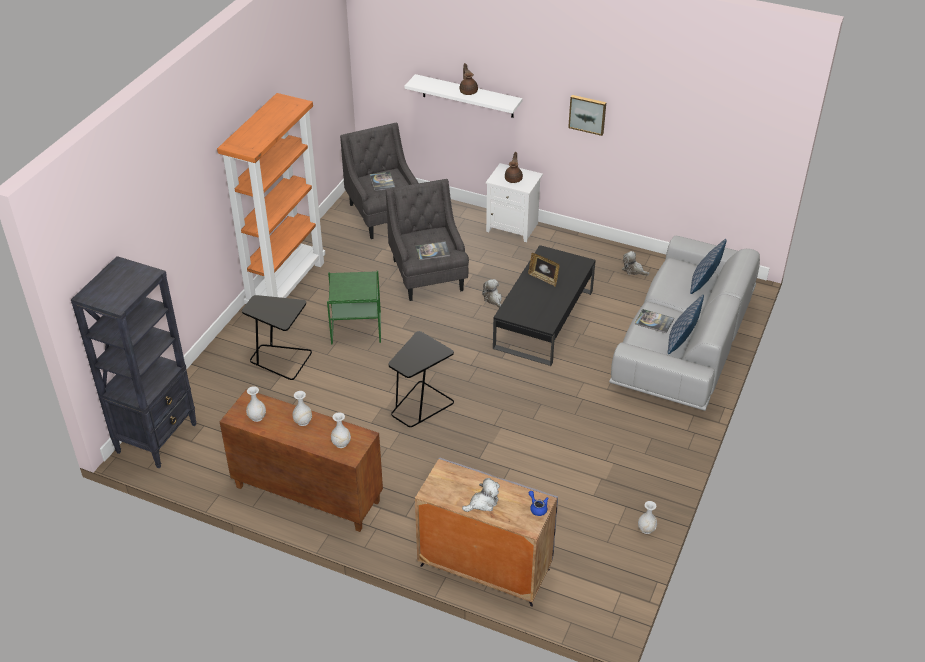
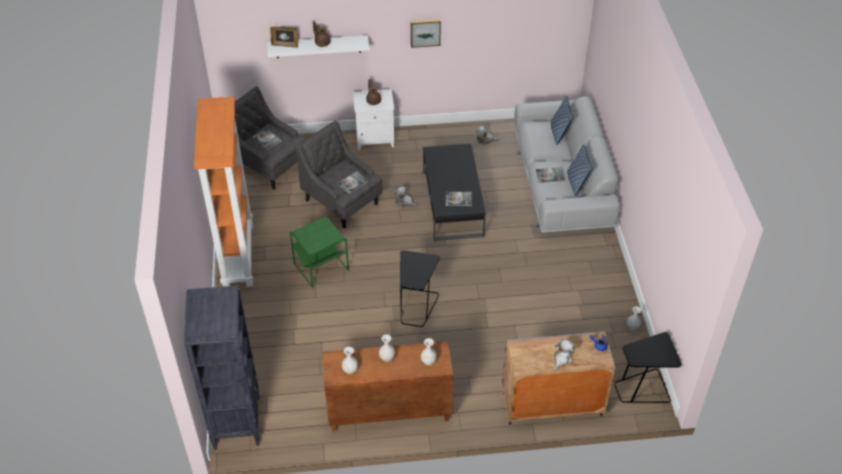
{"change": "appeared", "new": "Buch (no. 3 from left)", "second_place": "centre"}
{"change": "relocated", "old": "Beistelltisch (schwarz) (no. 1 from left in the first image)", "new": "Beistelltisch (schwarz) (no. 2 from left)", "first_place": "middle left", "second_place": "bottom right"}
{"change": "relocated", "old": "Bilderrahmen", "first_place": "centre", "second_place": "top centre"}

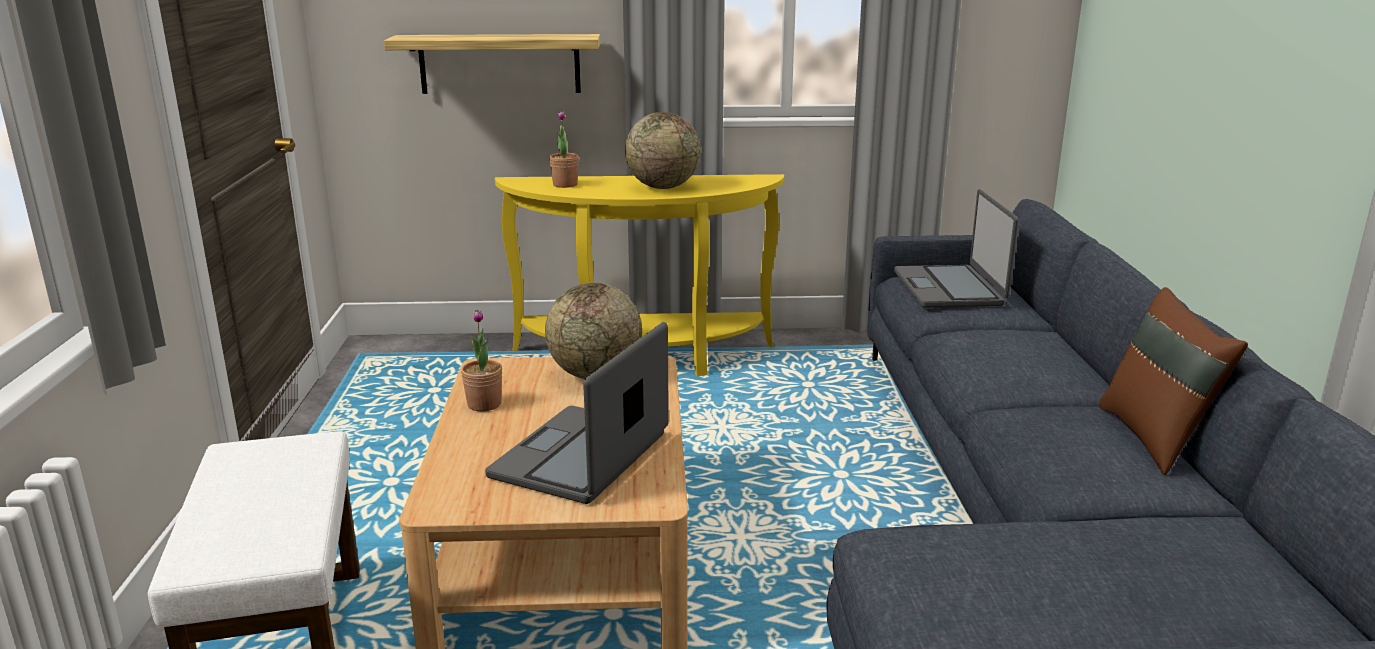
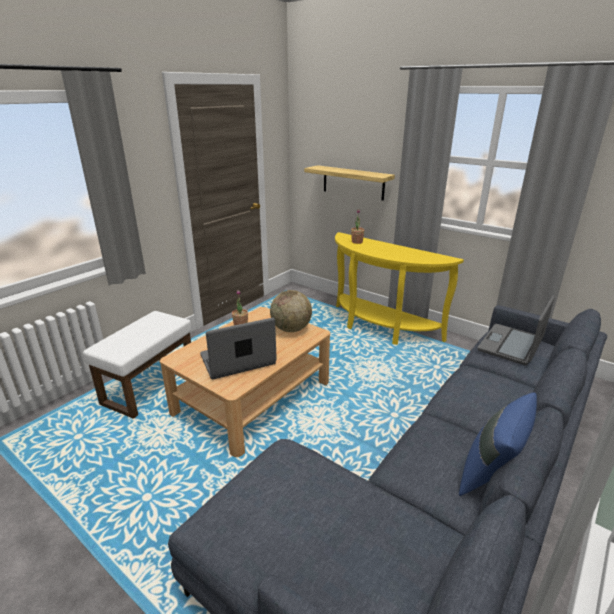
{"change": "missing", "old": "Globus (no. 2 from left)", "first_place": "top centre"}
{"change": "colour", "old": "Kissen (braun)", "new": "Kissen (blau)", "first_place": "middle right", "second_place": "bottom right"}

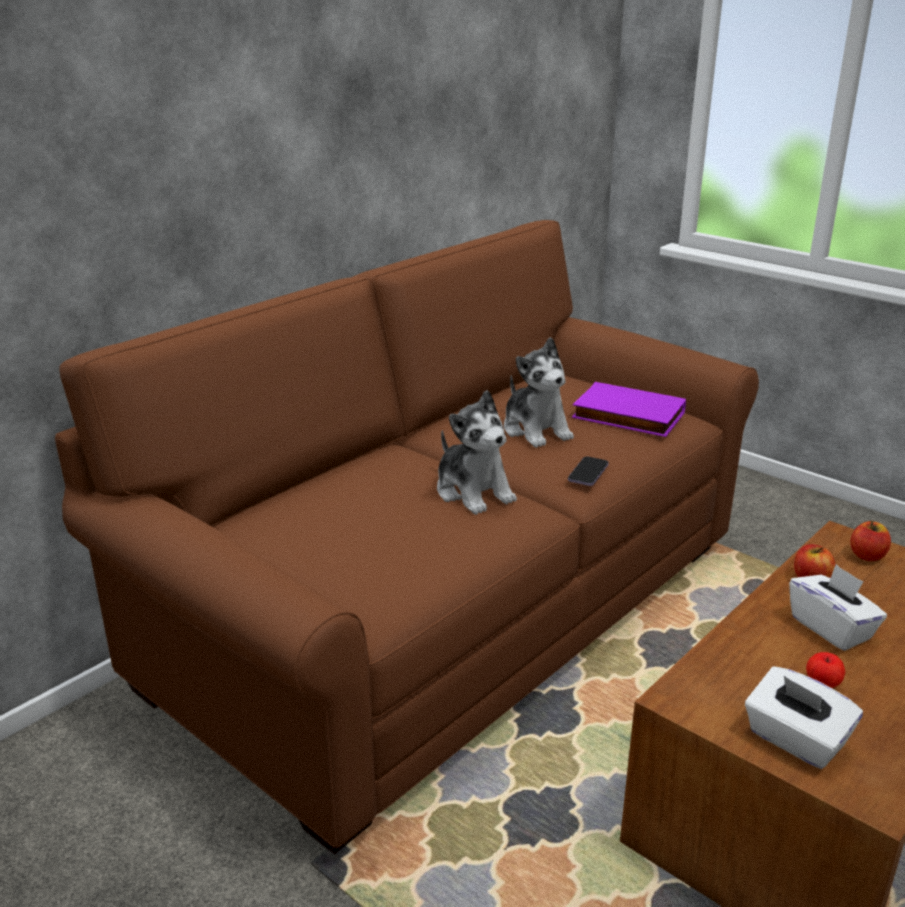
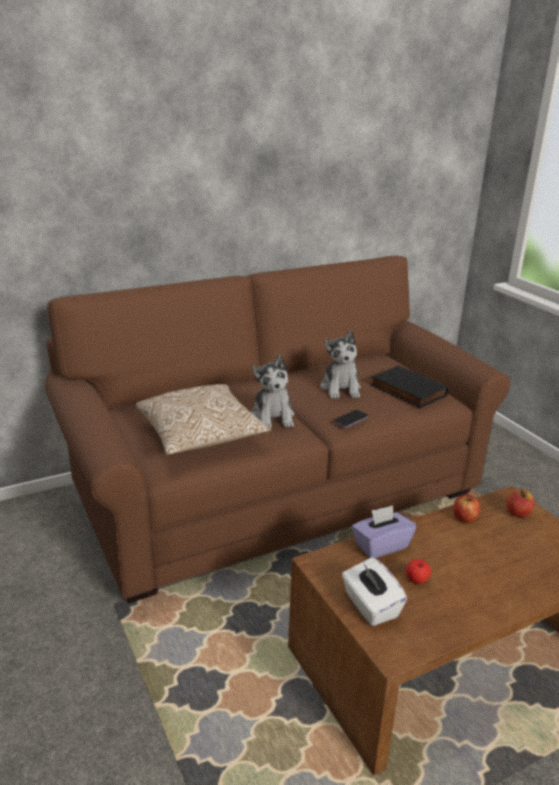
{"change": "missing", "old": "Taschentuchbox (weiß) (no. 2 from left)", "first_place": "bottom right"}
{"change": "appeared", "new": "Kissen", "second_place": "centre"}
{"change": "appeared", "new": "Taschentuchbox (lila)", "second_place": "bottom right"}
{"change": "colour", "old": "Buch (lila)", "new": "Buch (schwarz)", "first_place": "middle right", "second_place": "middle right"}

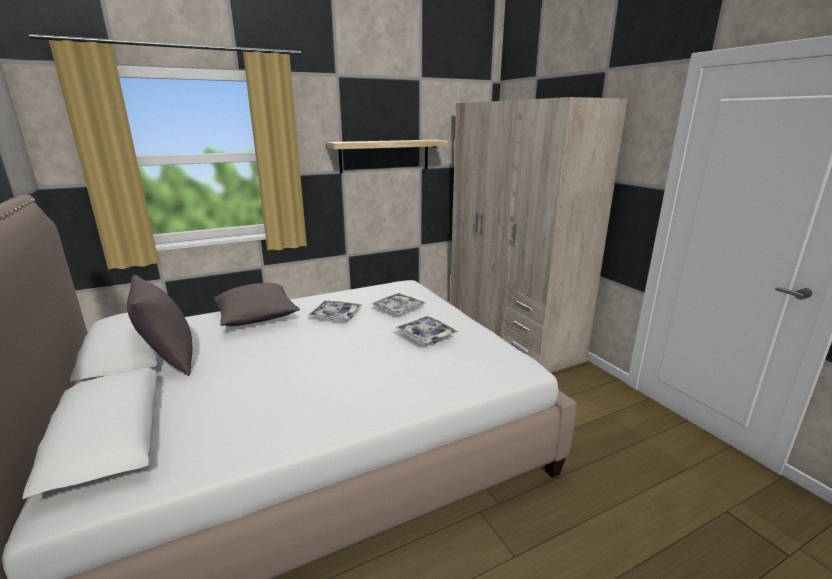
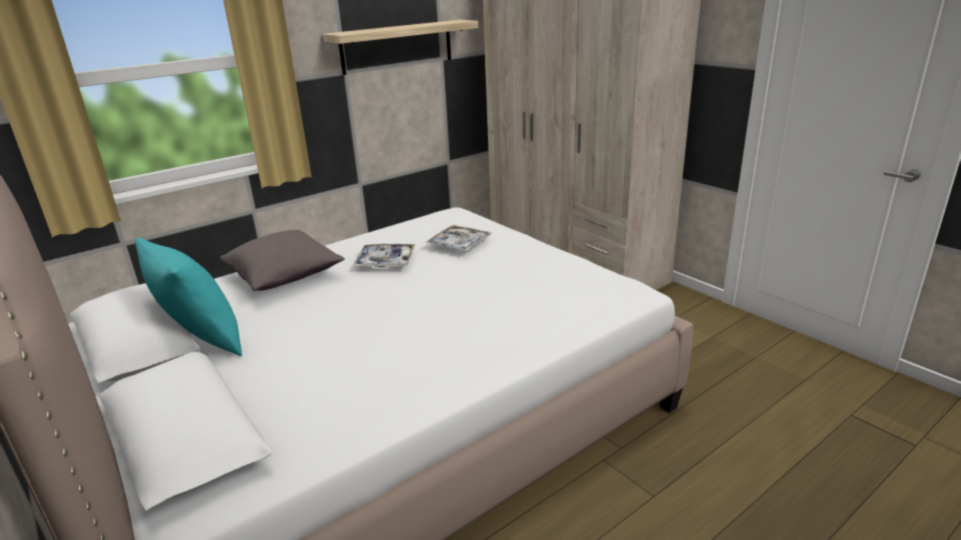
{"change": "missing", "old": "Tablett (no. 3 from left)", "first_place": "centre"}
{"change": "colour", "old": "Kissen (grau) (no. 1 from left)", "new": "Kissen (türkis)", "first_place": "middle left", "second_place": "middle left"}

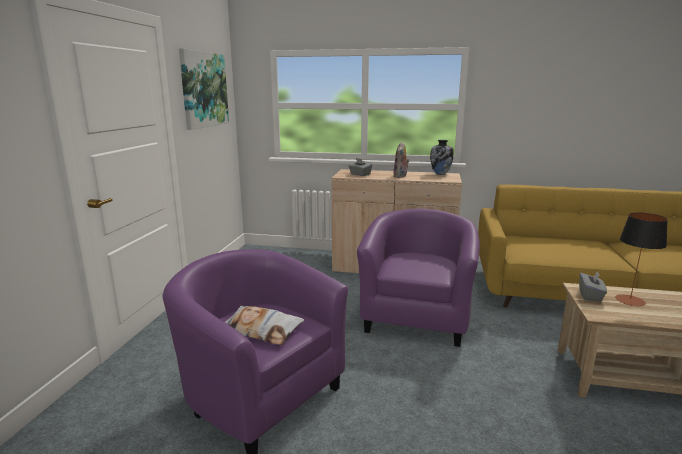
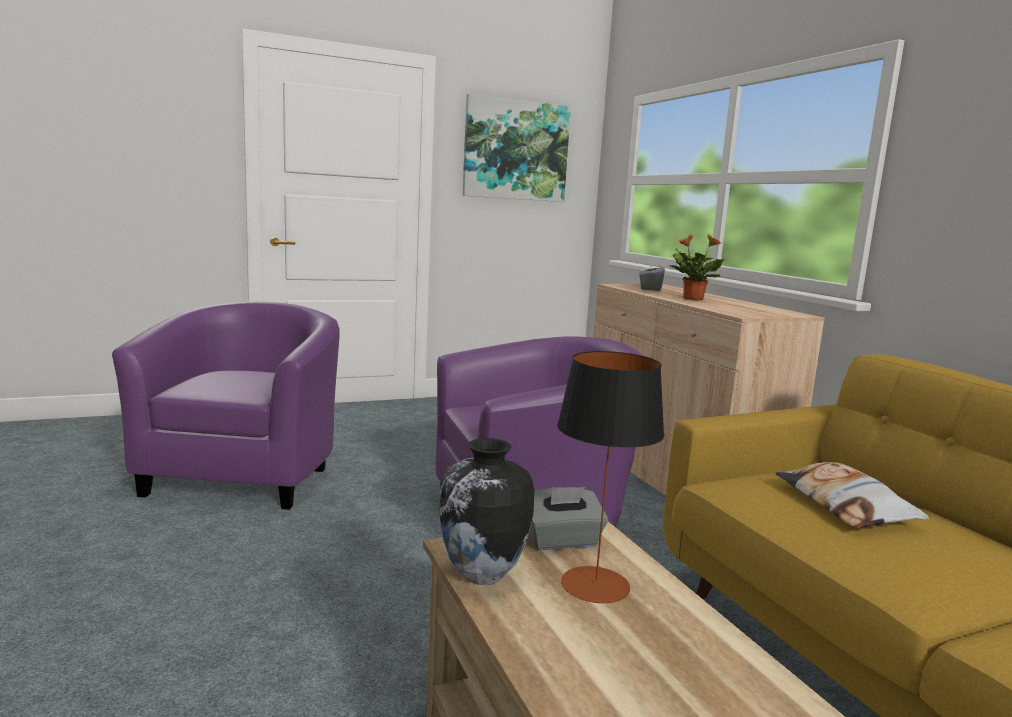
{"change": "relocated", "old": "Kissen", "first_place": "bottom centre", "second_place": "bottom right"}
{"change": "relocated", "old": "Vase", "first_place": "centre", "second_place": "bottom centre"}
{"change": "exchanged", "old": "Plüschtier", "new": "Topfpflanze", "first_place": "centre", "second_place": "middle right"}

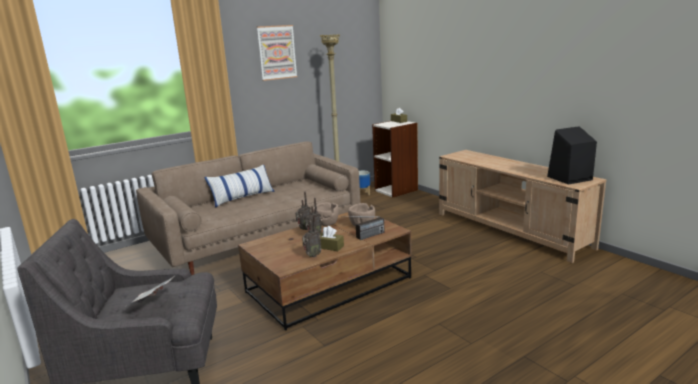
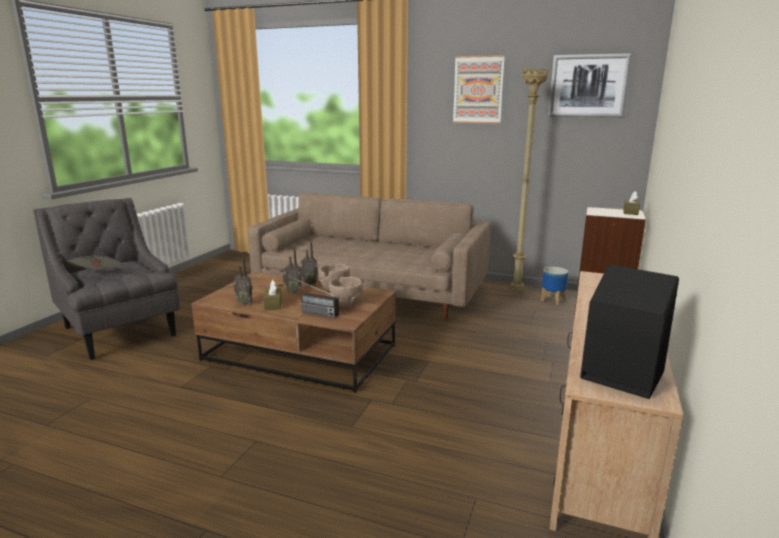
{"change": "missing", "old": "Kissen", "first_place": "centre"}
{"change": "appeared", "new": "Bild (no. 2 from left)", "second_place": "top right"}

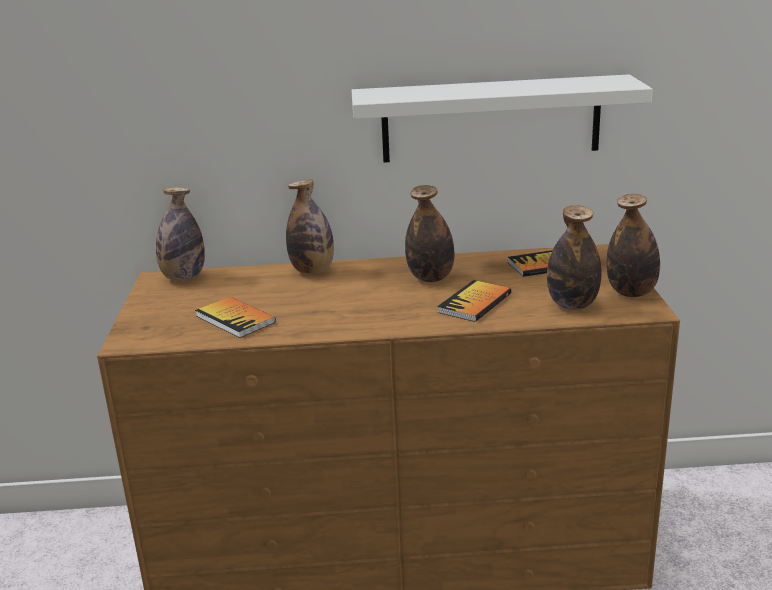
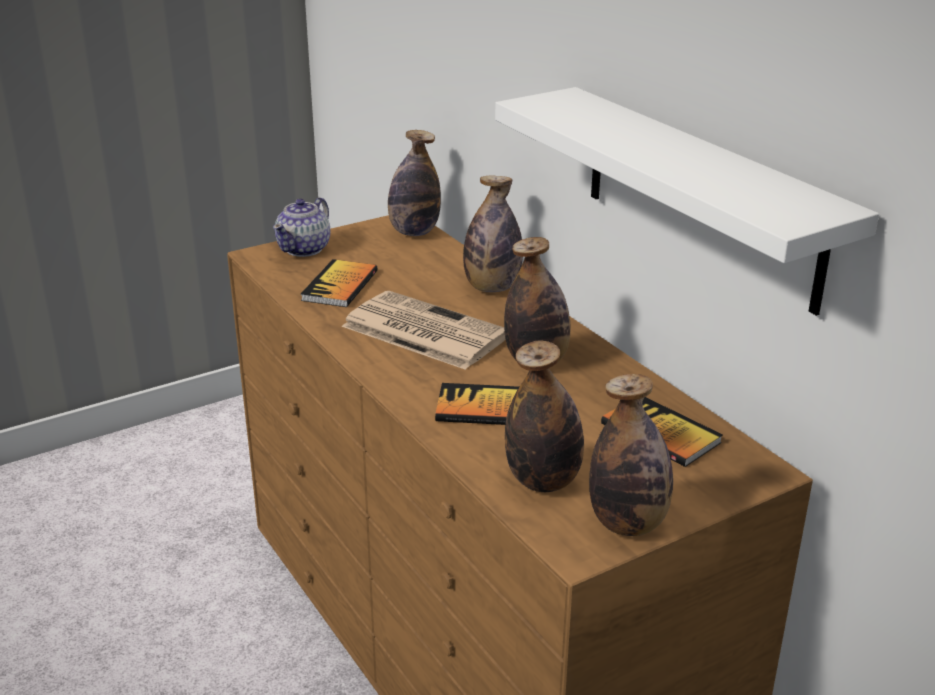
{"change": "appeared", "new": "Teekanne", "second_place": "top left"}
{"change": "appeared", "new": "Zeitung", "second_place": "centre"}

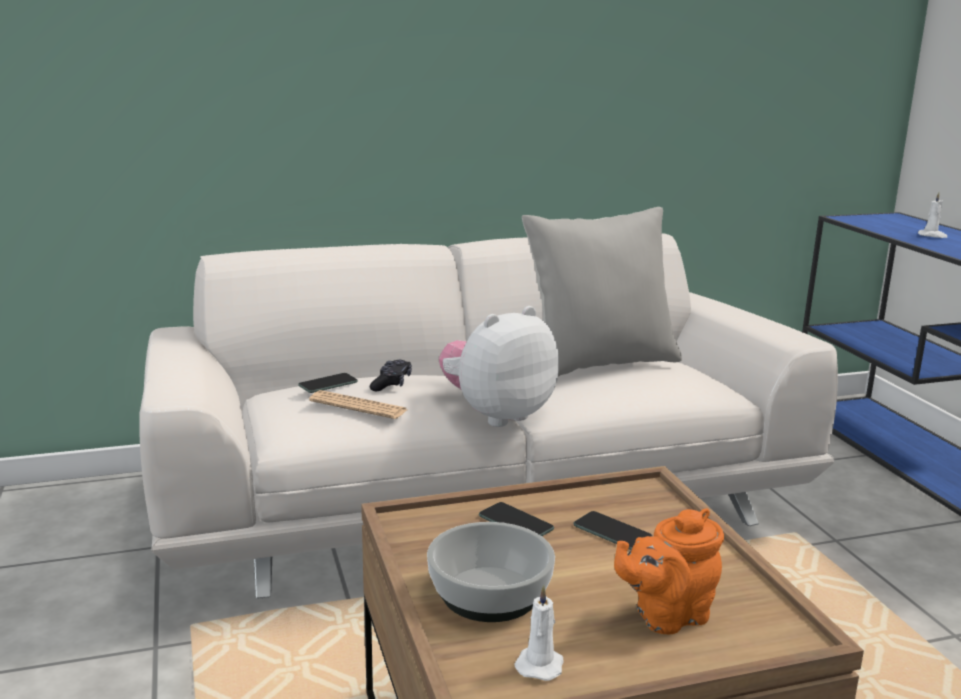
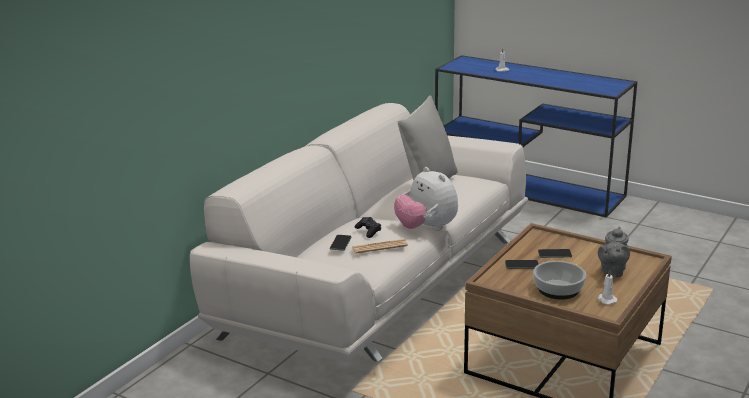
{"change": "colour", "old": "Teekanne (orange)", "new": "Teekanne (grau)", "first_place": "bottom right", "second_place": "middle right"}
{"change": "spun", "old": "Plüschtier", "first_place": "centre", "second_place": "centre", "degrees": -45}

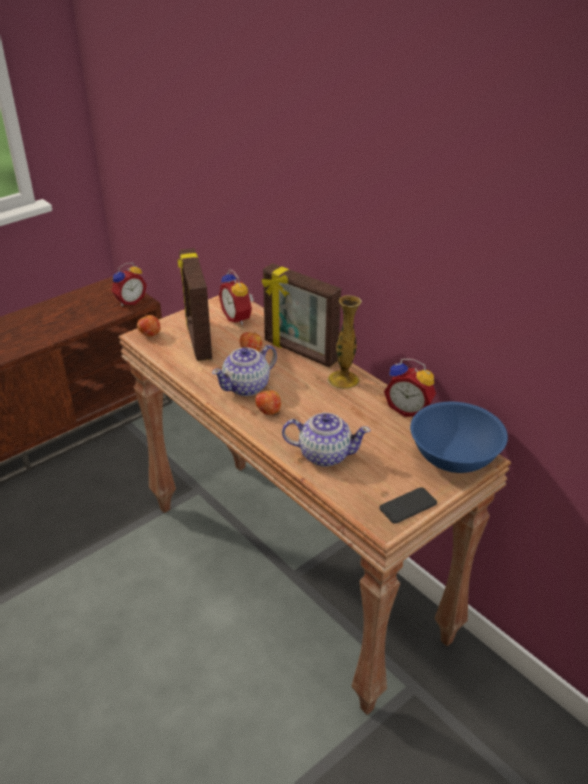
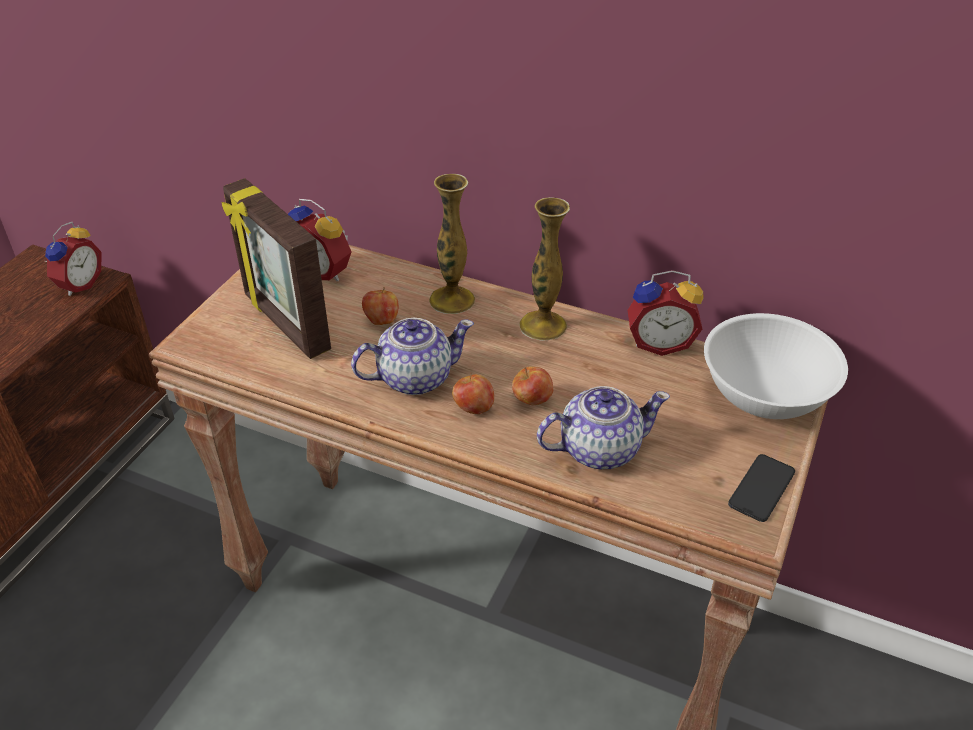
{"change": "relocated", "old": "Apfel (no. 1 from left in the first image)", "new": "Apfel (no. 3 from left)", "first_place": "middle left", "second_place": "centre"}
{"change": "exchanged", "old": "Bilderrahmen (no. 2 from left)", "new": "Vase (no. 1 from left)", "first_place": "centre", "second_place": "centre"}
{"change": "colour", "old": "Schüssel (blau)", "new": "Schüssel (weiß)", "first_place": "middle right", "second_place": "middle right"}
{"change": "spun", "old": "Teekanne (no. 1 from left)", "first_place": "centre", "second_place": "centre", "degrees": -135}

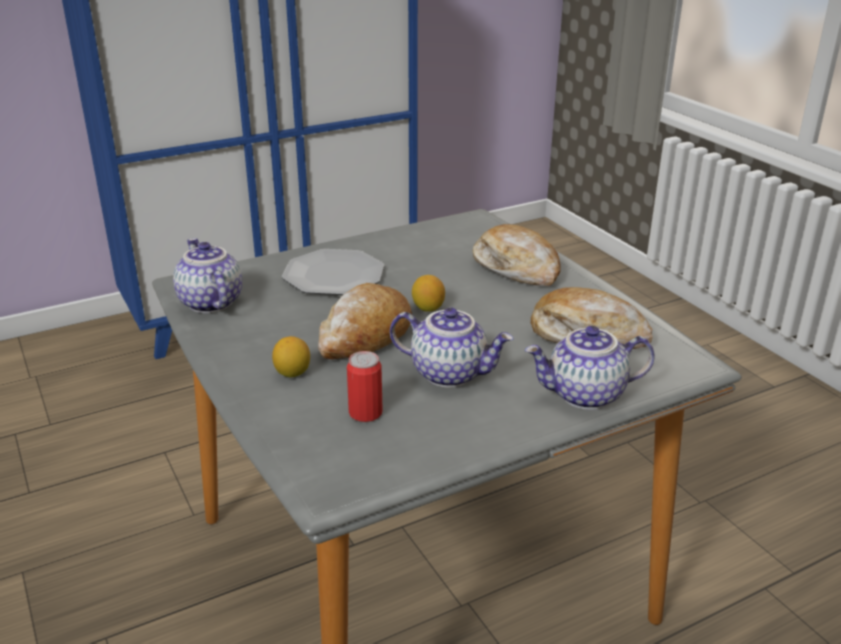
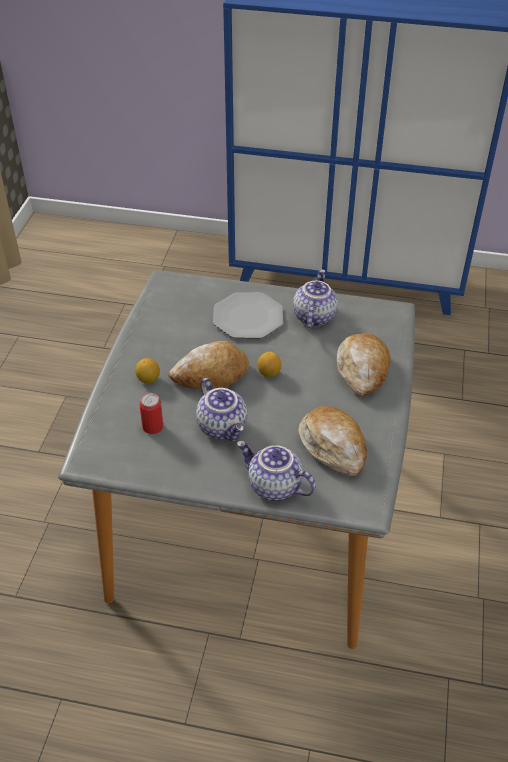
{"change": "relocated", "old": "Teekanne (no. 1 from left in the first image)", "new": "Teekanne (no. 3 from left)", "first_place": "middle left", "second_place": "centre"}

